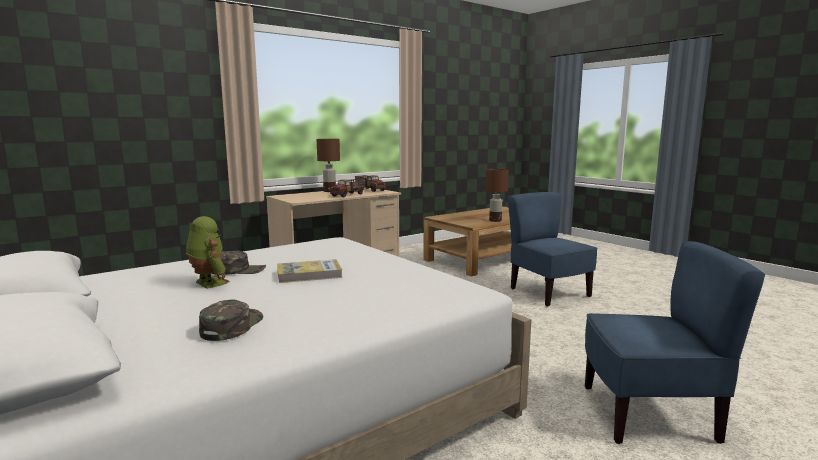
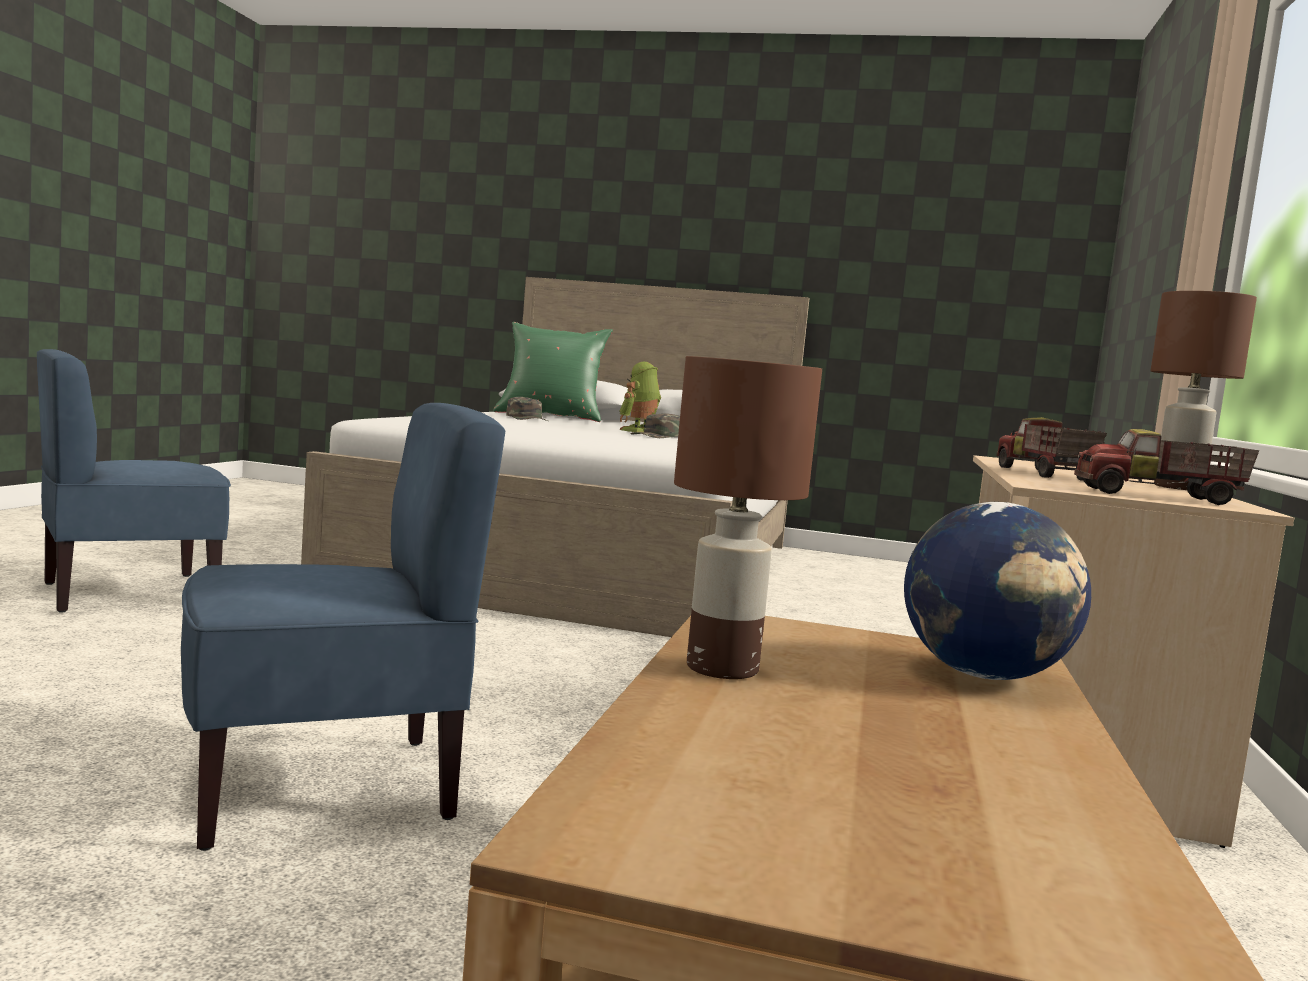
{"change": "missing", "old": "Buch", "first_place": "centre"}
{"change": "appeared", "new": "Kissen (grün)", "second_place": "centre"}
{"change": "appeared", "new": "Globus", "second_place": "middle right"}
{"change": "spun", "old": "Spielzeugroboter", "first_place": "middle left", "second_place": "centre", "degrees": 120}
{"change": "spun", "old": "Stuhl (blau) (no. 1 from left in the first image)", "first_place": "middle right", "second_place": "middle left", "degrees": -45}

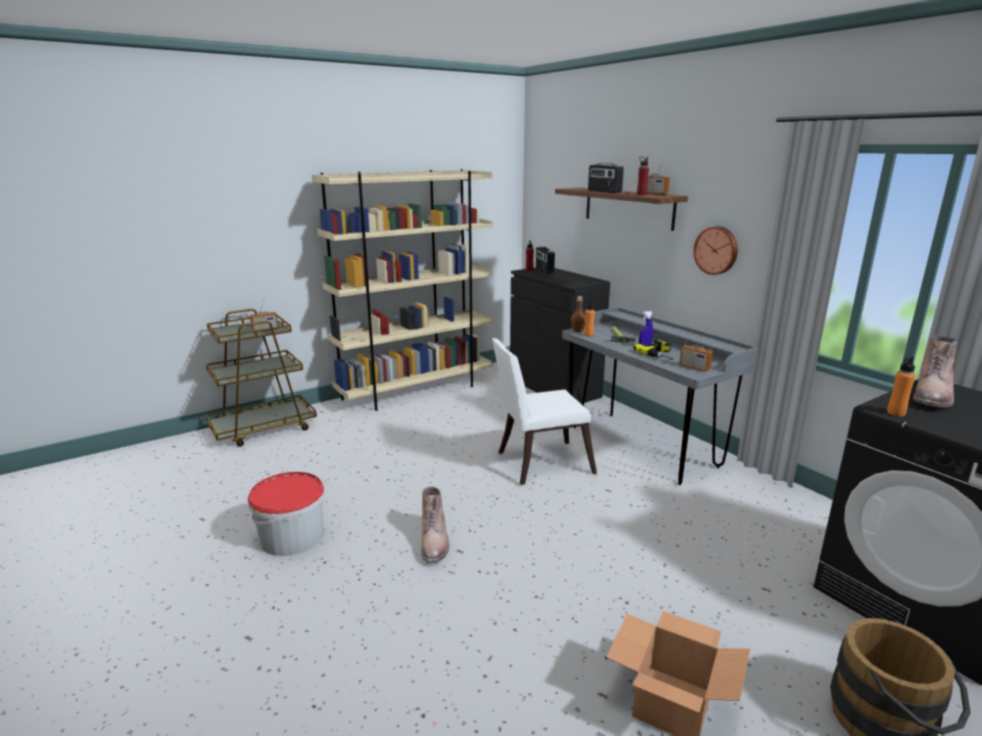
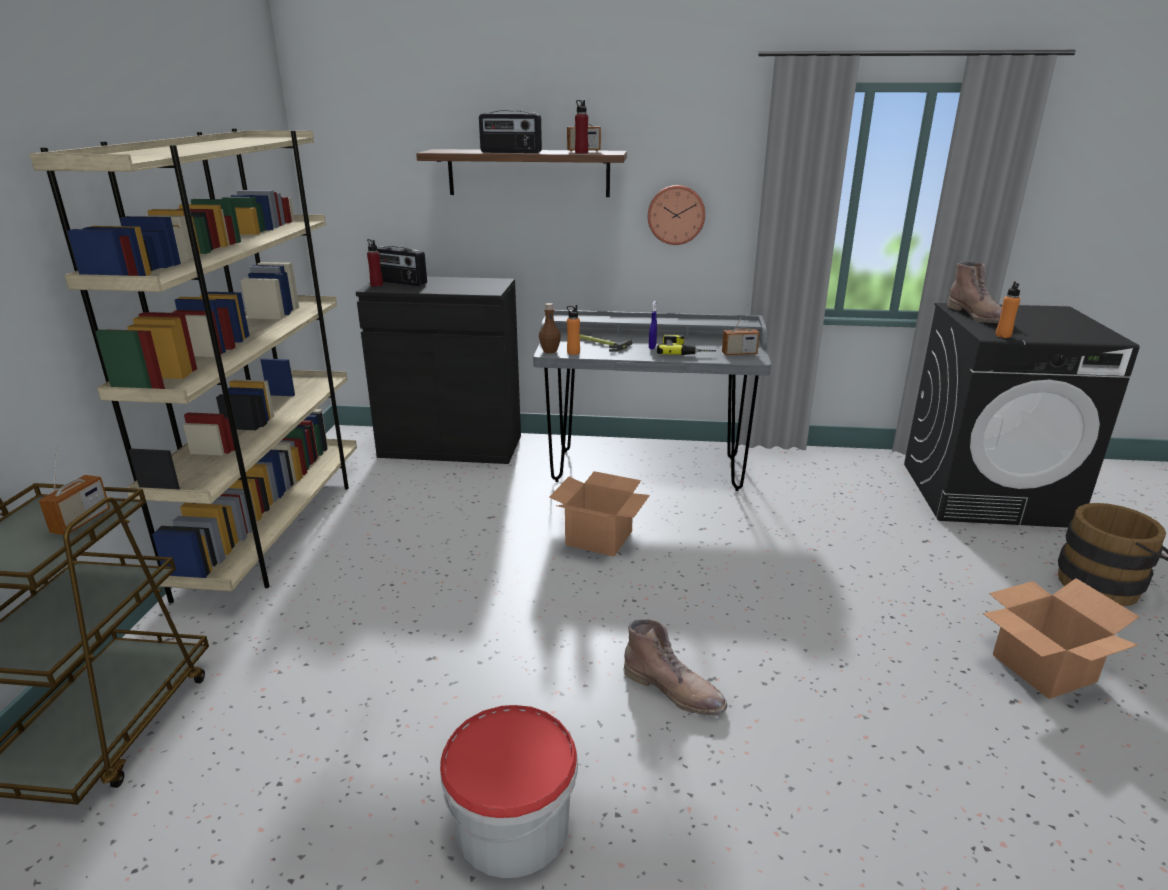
{"change": "exchanged", "old": "Stuhl (weiß)", "new": "Karton (no. 1 from left)", "first_place": "centre", "second_place": "centre"}

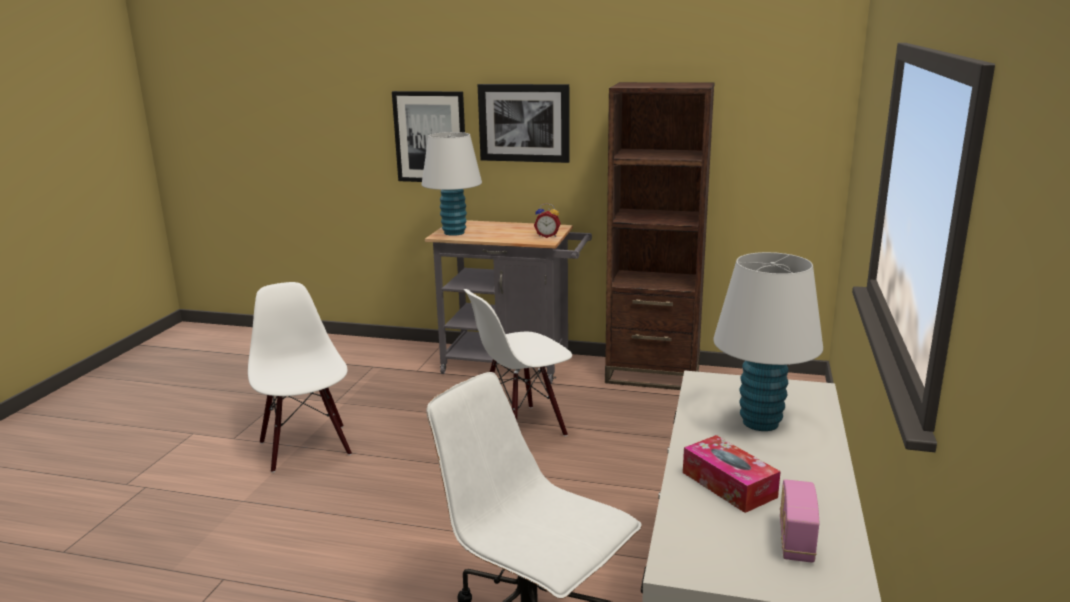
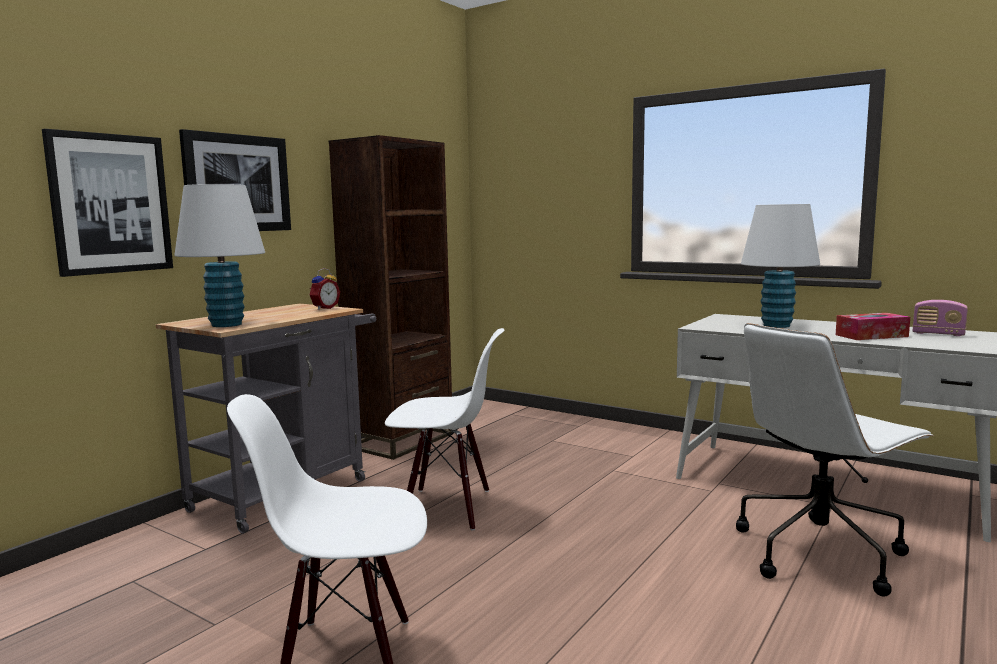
{"change": "spun", "old": "Stuhl (weiß) (no. 2 from left)", "first_place": "centre", "second_place": "centre", "degrees": -75}

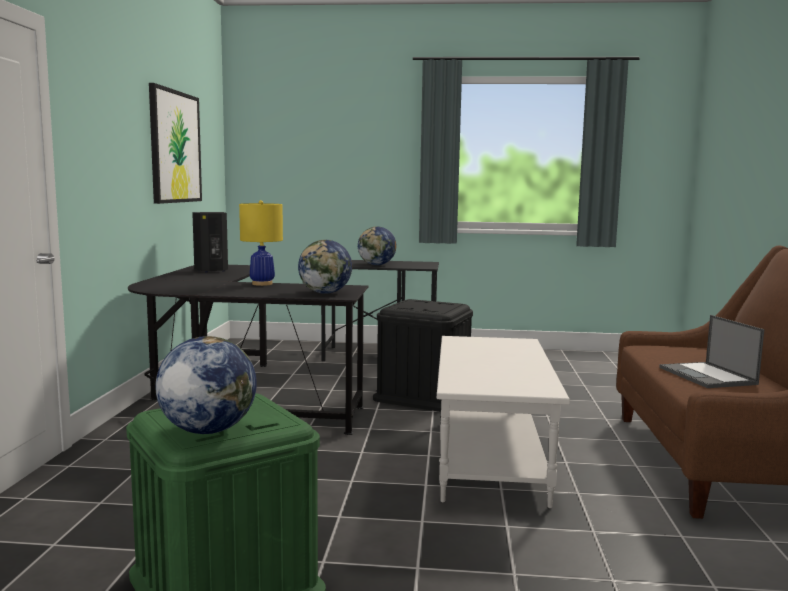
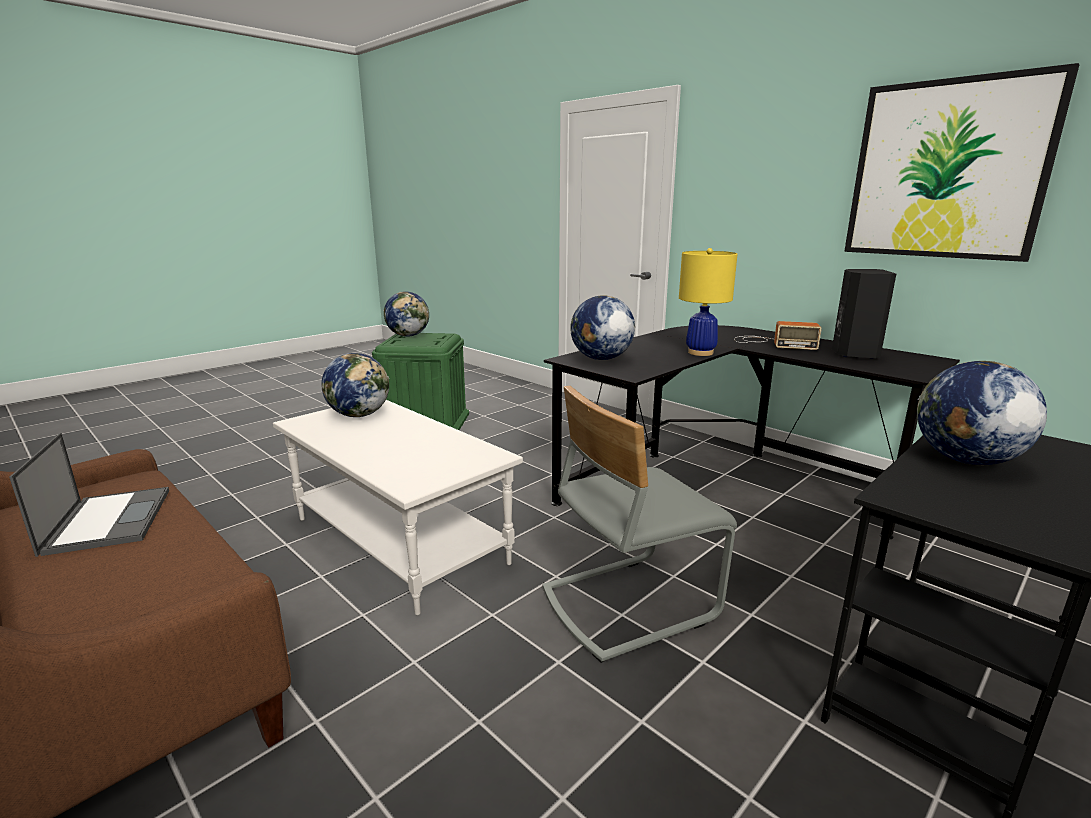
{"change": "appeared", "new": "Globus (no. 1 from left)", "second_place": "middle left"}
{"change": "appeared", "new": "Radio", "second_place": "middle right"}
{"change": "exchanged", "old": "Aufbewahrungsbox (schwarz)", "new": "Stuhl (grau)", "first_place": "centre", "second_place": "centre"}
{"change": "spun", "old": "Laptop", "first_place": "middle right", "second_place": "middle left", "degrees": 45}

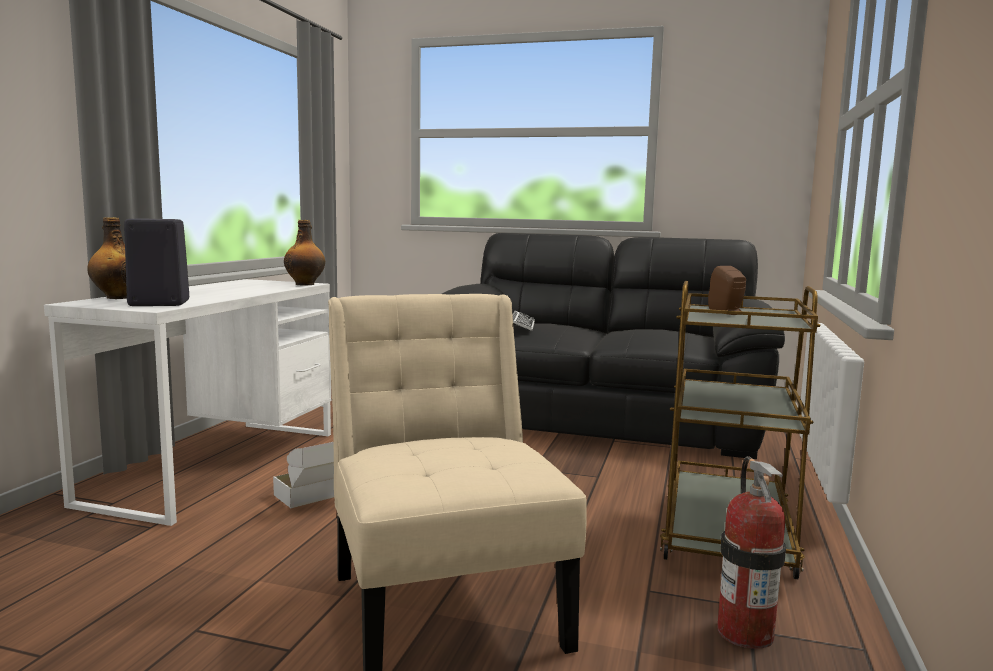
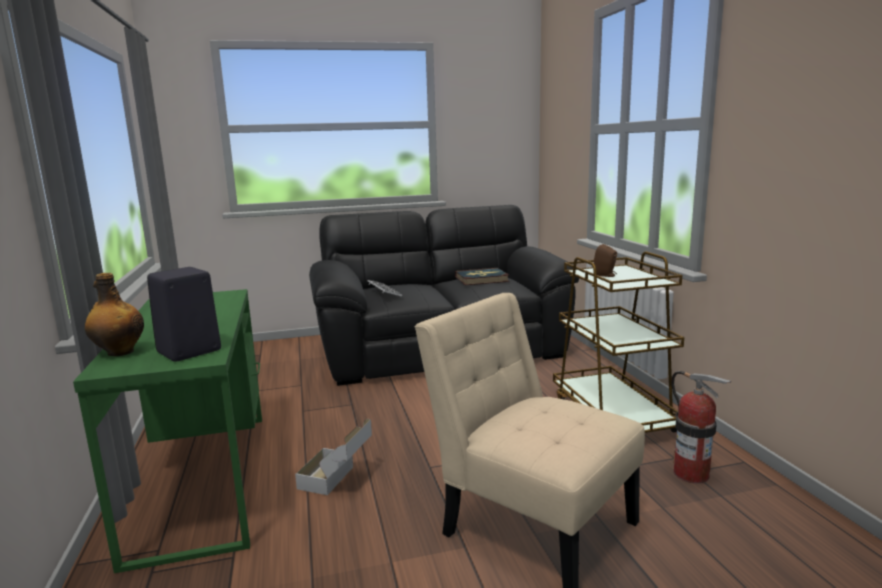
{"change": "missing", "old": "Flasche (no. 2 from left)", "first_place": "middle left"}
{"change": "appeared", "new": "Buch", "second_place": "centre"}
{"change": "colour", "old": "Schreibtisch (weiß)", "new": "Schreibtisch (grün)", "first_place": "middle left", "second_place": "bottom left"}

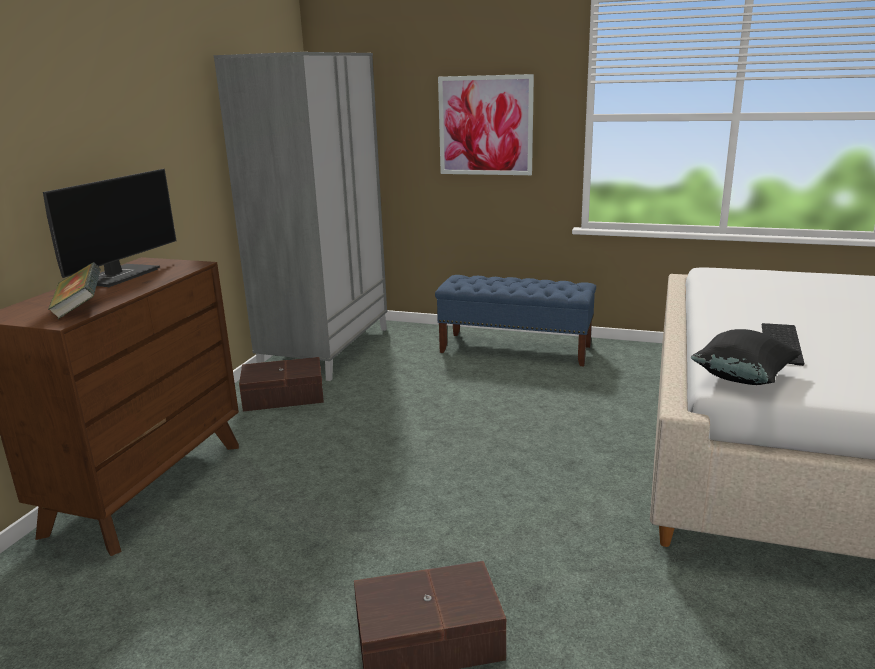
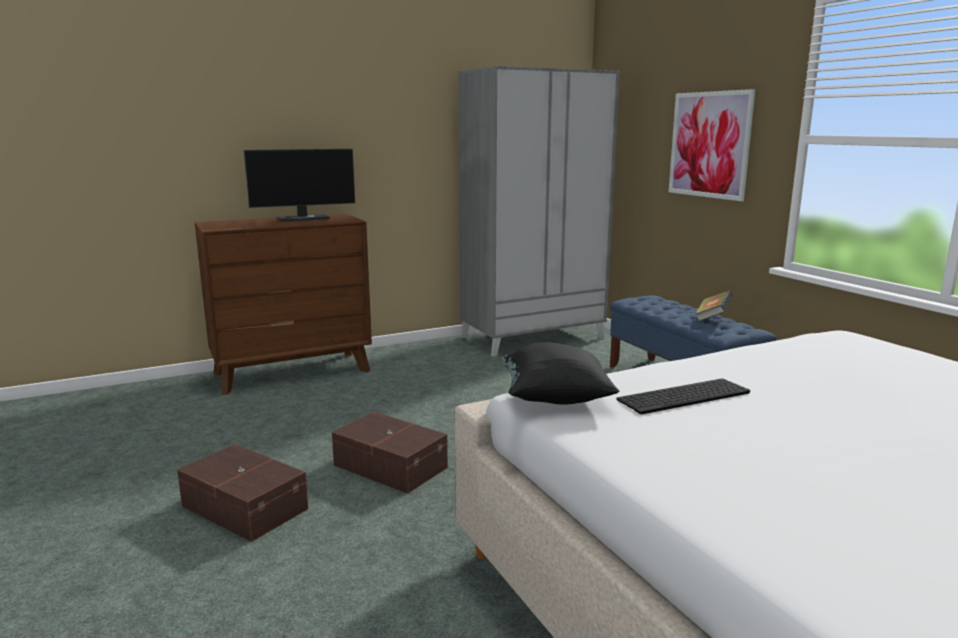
{"change": "relocated", "old": "Buch", "first_place": "middle left", "second_place": "middle right"}
{"change": "relocated", "old": "Aufbewahrungsbox (braun) (no. 1 from left in the first image)", "new": "Aufbewahrungsbox (braun) (no. 2 from left)", "first_place": "middle left", "second_place": "bottom centre"}

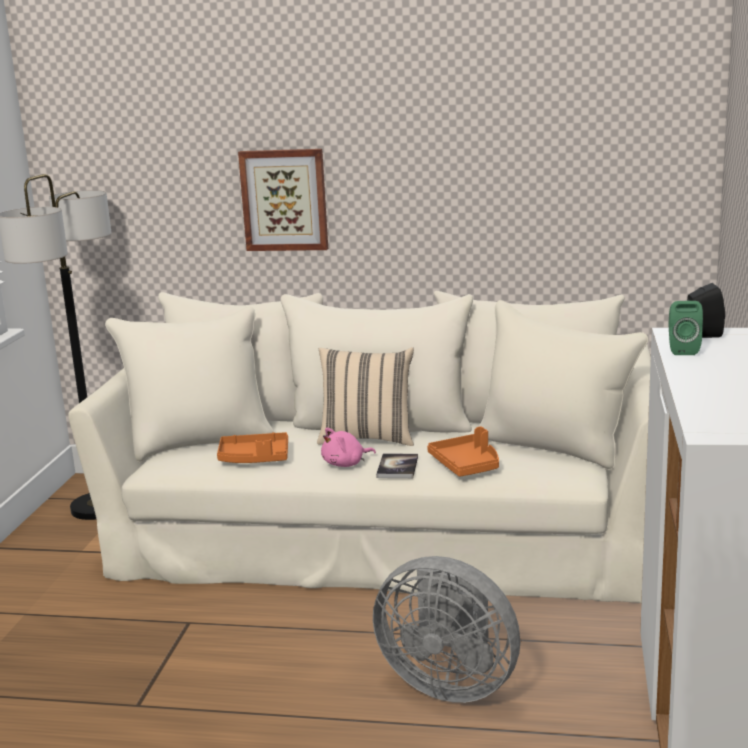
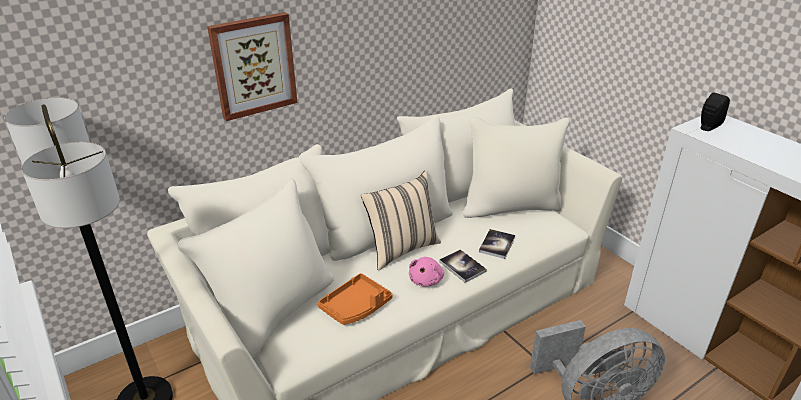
{"change": "missing", "old": "Lautsprecher (grün)", "first_place": "middle right"}
{"change": "exchanged", "old": "Tablett (orange) (no. 2 from left)", "new": "Buch (no. 2 from left)", "first_place": "centre", "second_place": "centre"}

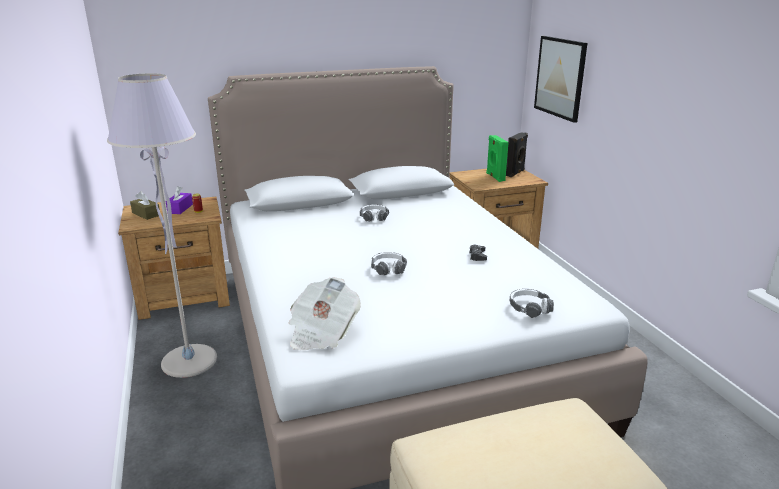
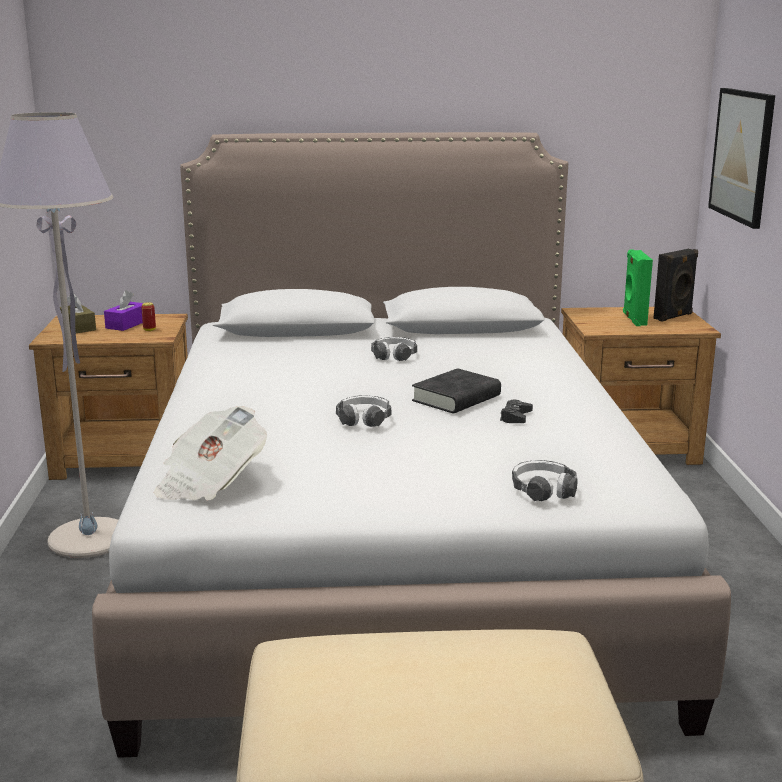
{"change": "appeared", "new": "Buch (schwarz)", "second_place": "centre"}

